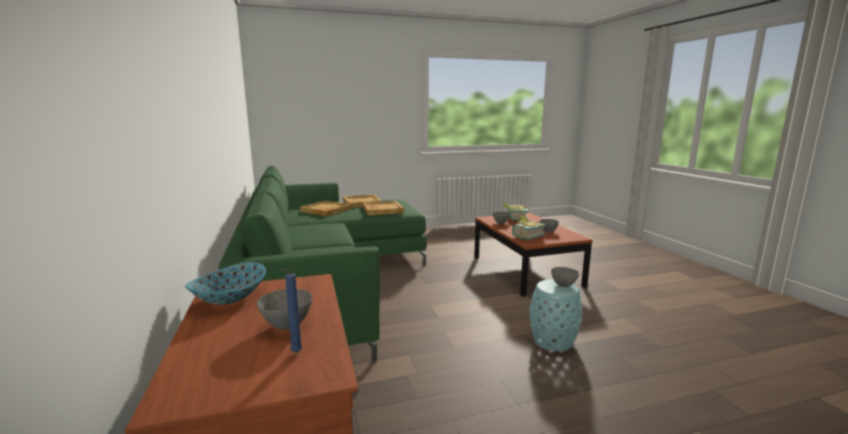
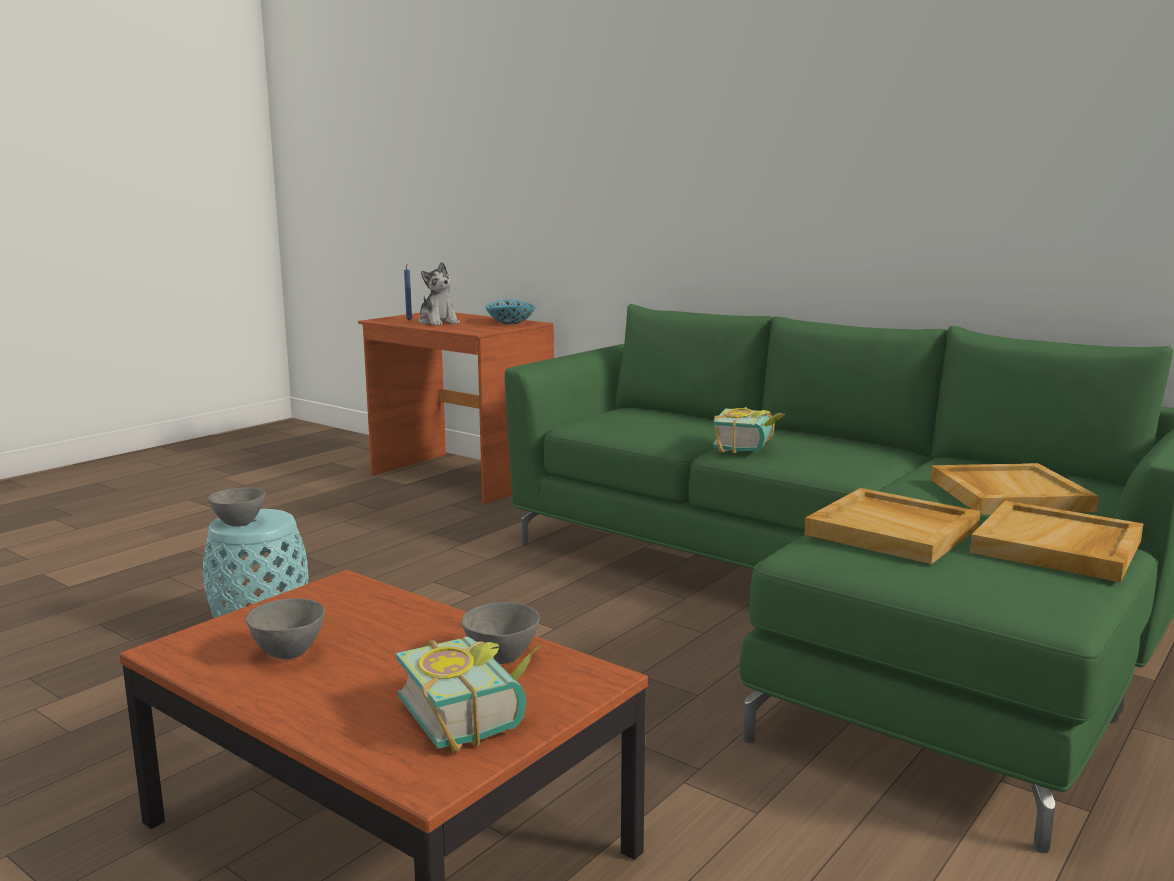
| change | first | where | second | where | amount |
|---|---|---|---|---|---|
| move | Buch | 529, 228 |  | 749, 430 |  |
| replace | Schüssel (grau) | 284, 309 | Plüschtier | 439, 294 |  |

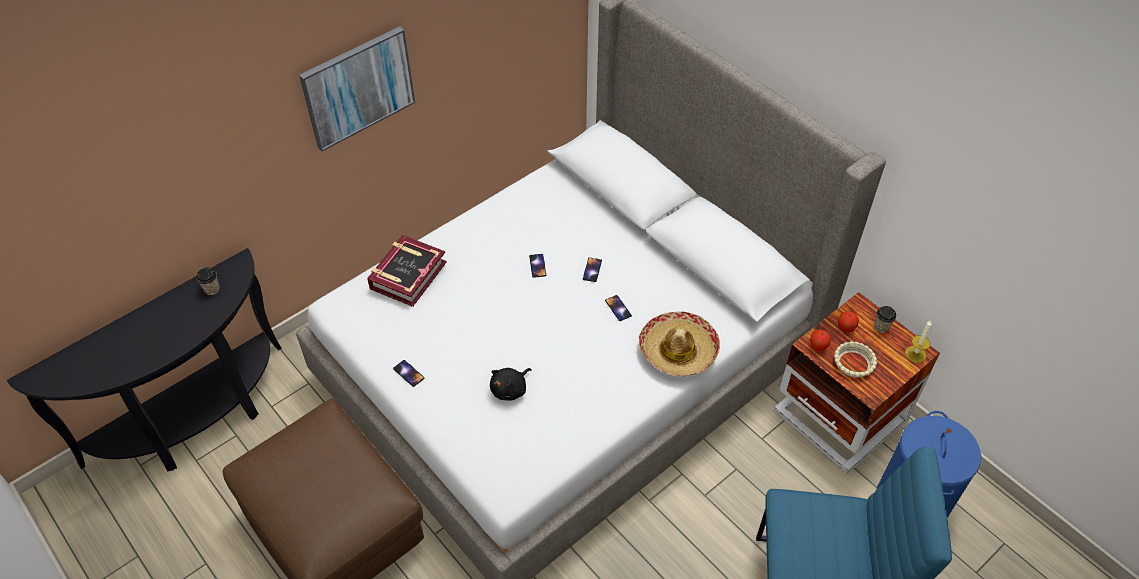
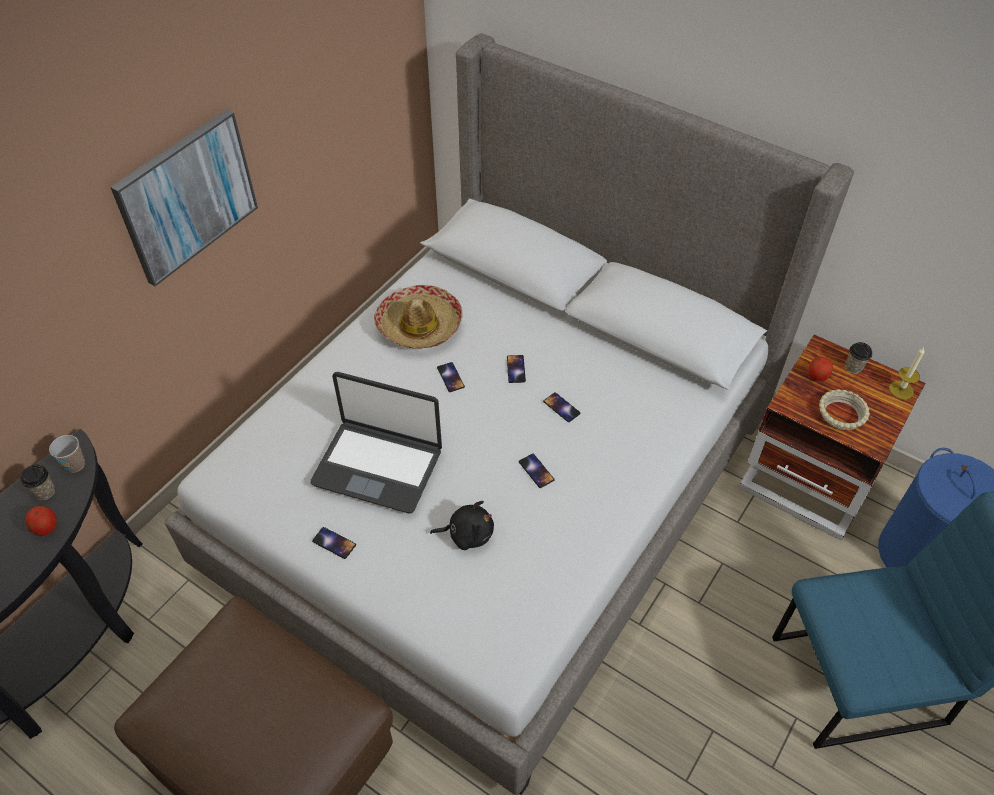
| change | first | where | second | where | amount |
|---|---|---|---|---|---|
| delete | Buch | 407, 271 |  |  |  |
| insert |  |  | Tasse | 67, 454 |  |
| insert |  |  | Laptop | 376, 442 |  |
| insert |  |  | Handy | 537, 471 |  |
| move | Hut | 679, 343 |  | 418, 317 |  |
| move | Apfel | 820, 340 |  | 41, 521 |  |
| rotate | Plüschtier (schwarz) | 511, 384 |  | 462, 525 | 120 degrees counterclockwise |

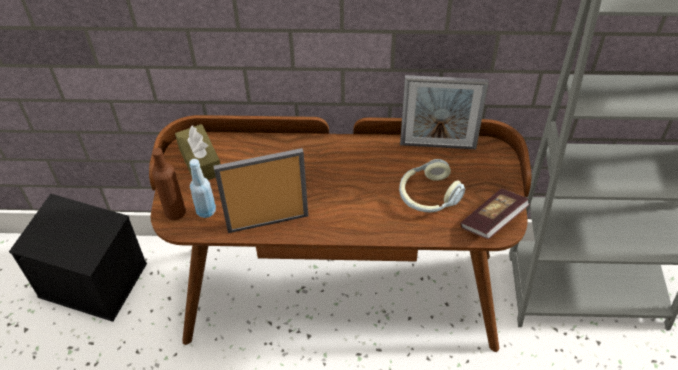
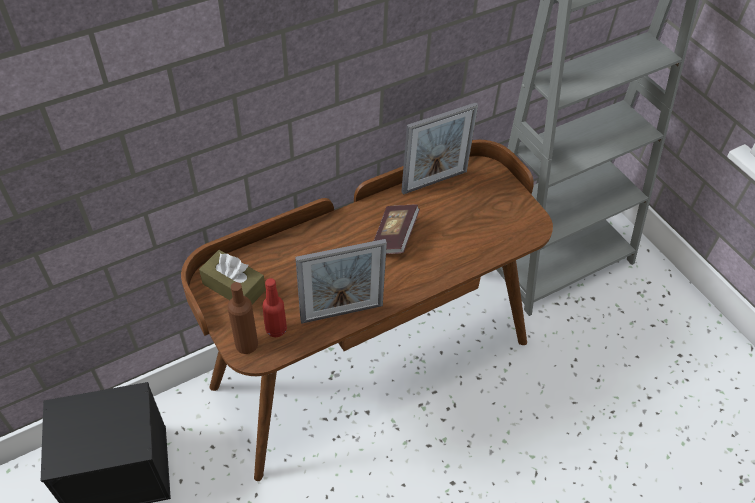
| change | first | where | second | where | amount |
|---|---|---|---|---|---|
| delete | Kopfhörer | 432, 185 |  |  |  |
| move | Buch | 495, 213 |  | 397, 229 |  |
| recolor | Flasche (blau) | 202, 188 | Flasche (rot) | 274, 307 |  |
| rotate | Bilderrahmen | 260, 190 |  | 341, 281 | 150 degrees counterclockwise |

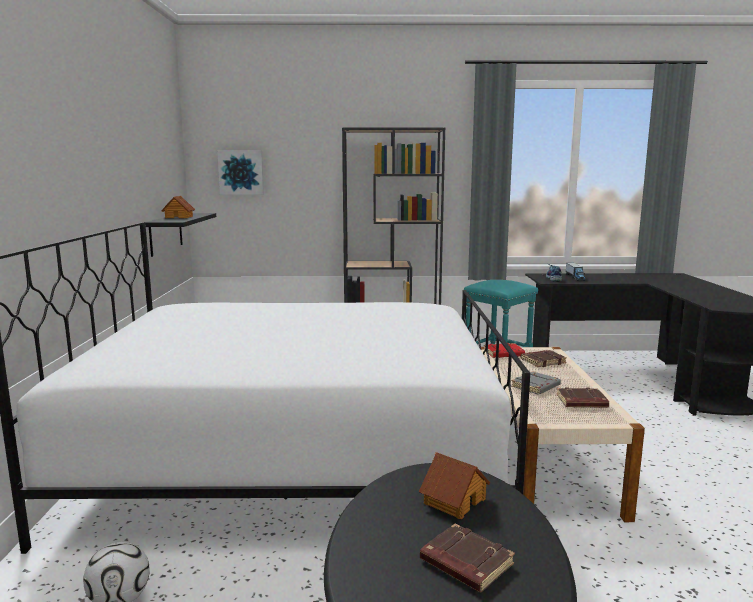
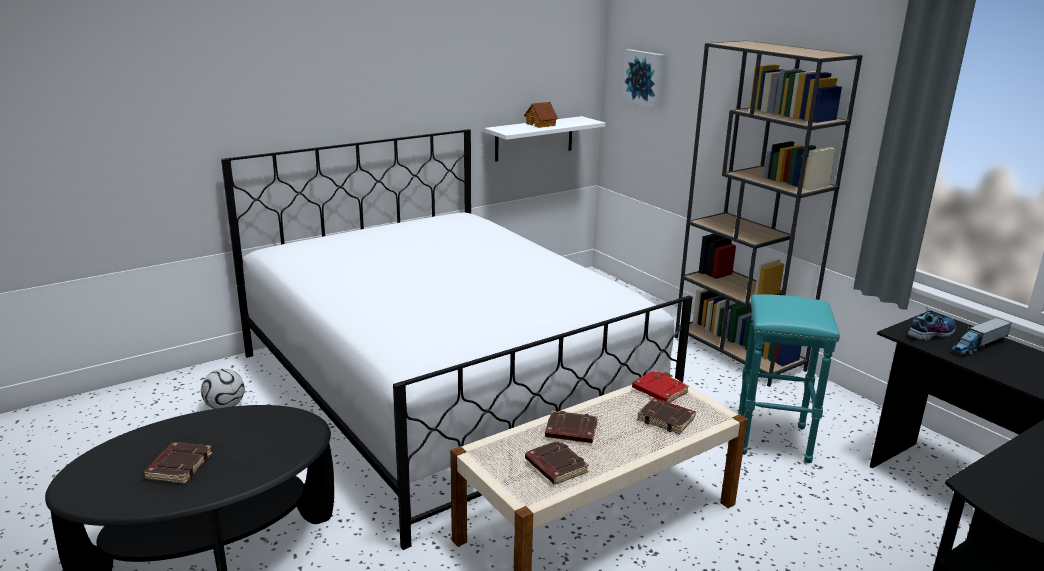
| change | first | where | second | where | amount |
|---|---|---|---|---|---|
| delete | Spielzeughaus | 454, 486 |  |  |  |
| recolor | Wandregal (schwarz) | 180, 235 | Wandregal (weiß) | 544, 138 |  |
| recolor | Buch (grau) | 536, 383 | Buch (braun) | 571, 427 |  |

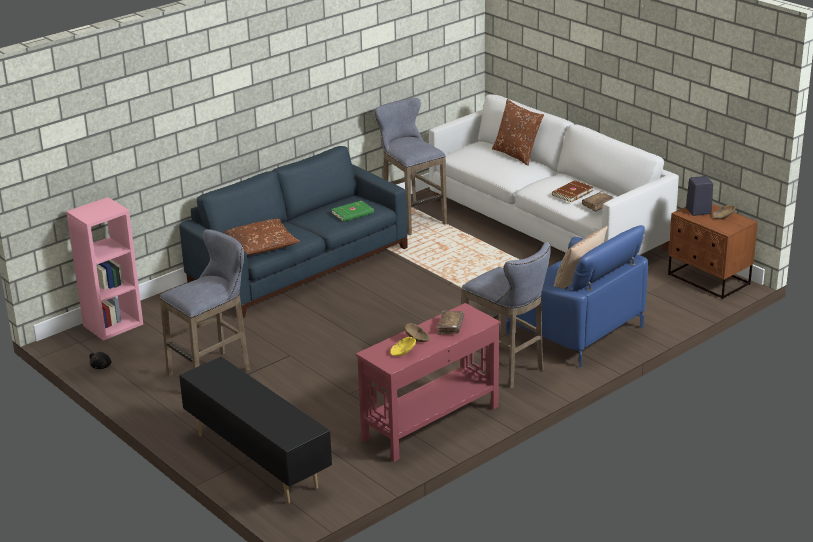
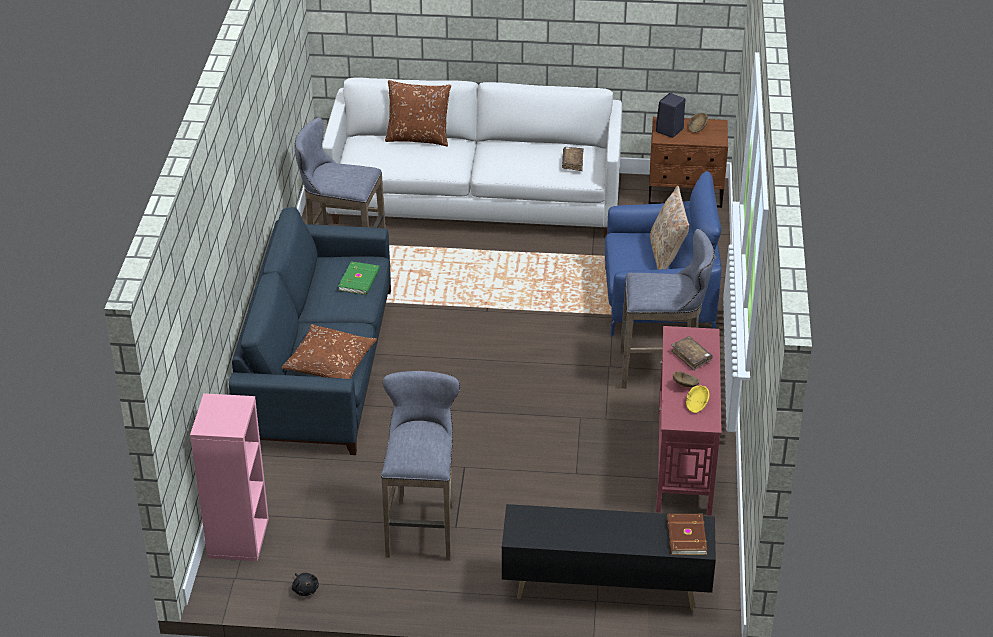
| change | first | where | second | where | amount |
|---|---|---|---|---|---|
| move | Buch (braun) | 572, 191 |  | 687, 534 |  |

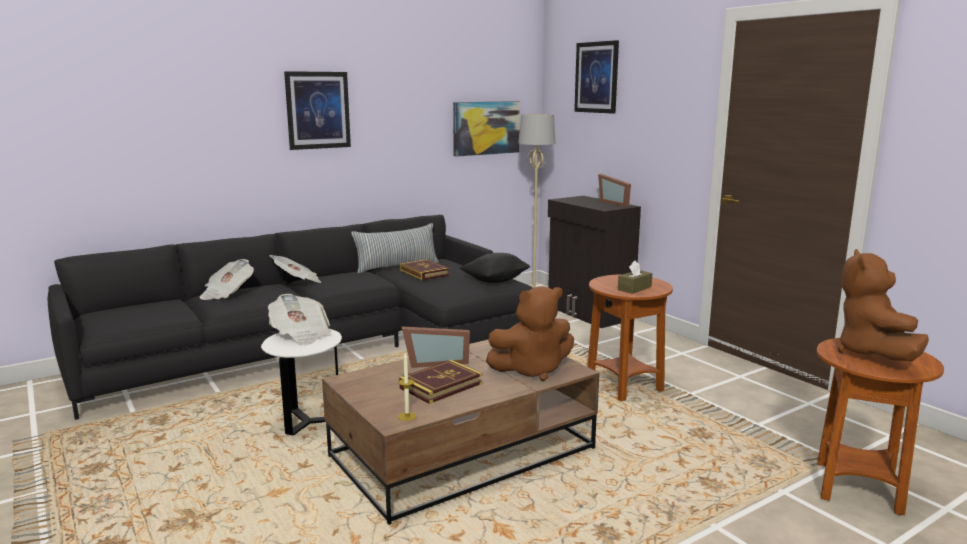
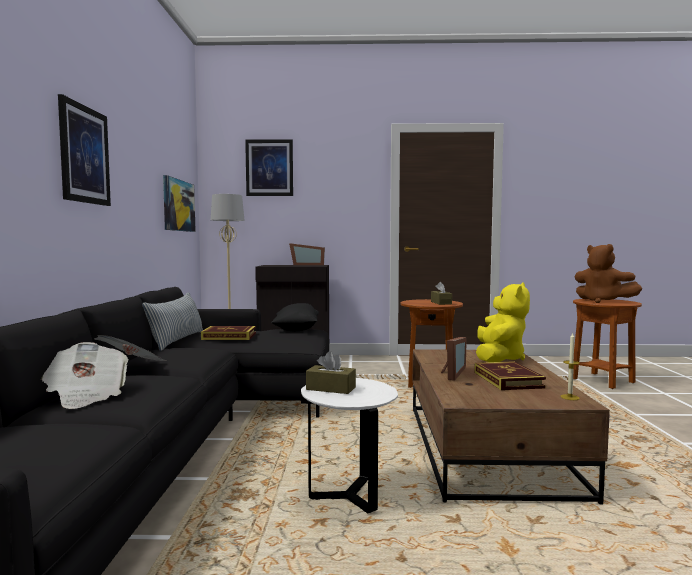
| change | first | where | second | where | amount |
|---|---|---|---|---|---|
| replace | Zeitung | 299, 320 | Taschentuchbox (braun) | 331, 372 |  |
| recolor | Plüschtier (braun) | 530, 333 | Plüschtier (gelb) | 503, 322 |  |

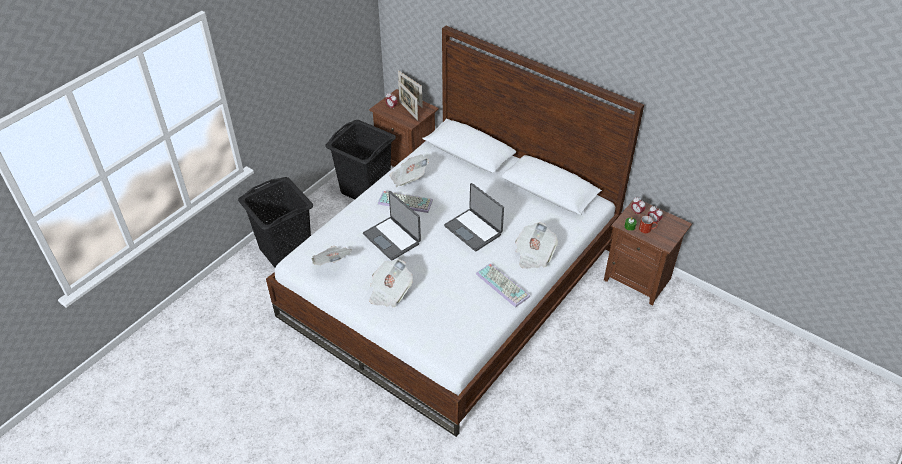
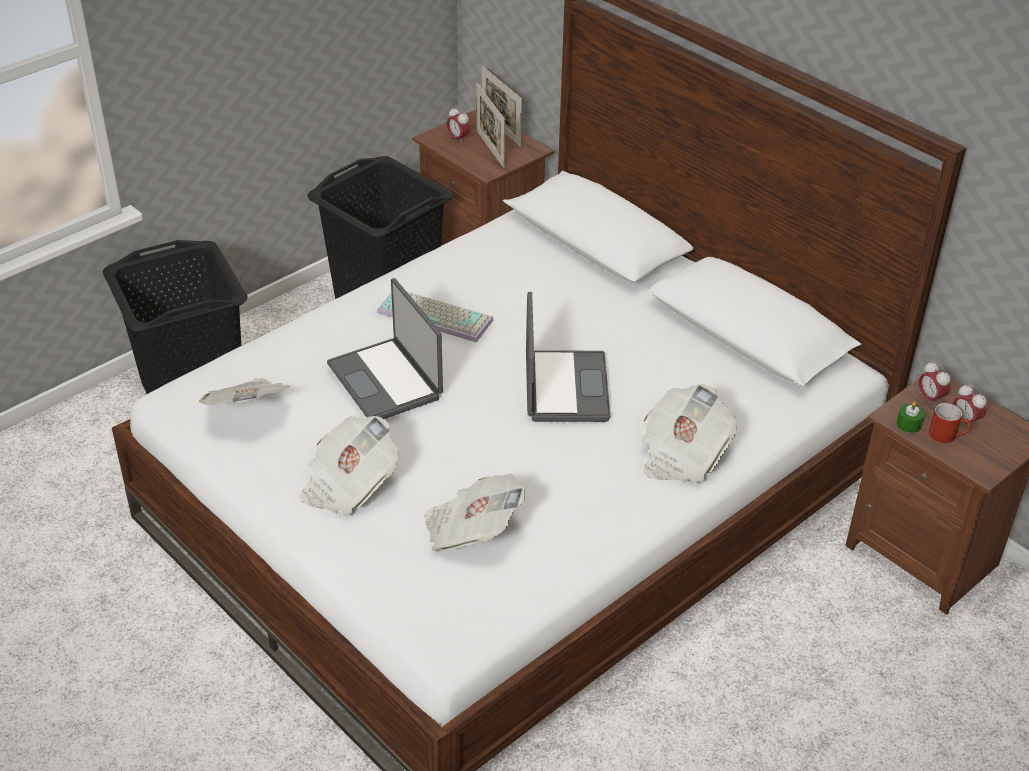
| change | first | where | second | where | amount |
|---|---|---|---|---|---|
| delete | Tastatur | 503, 285 |  |  |  |
| move | Zeitung | 409, 170 |  | 474, 512 |  |
| rotate | Laptop | 474, 217 |  | 568, 357 | 150 degrees counterclockwise |

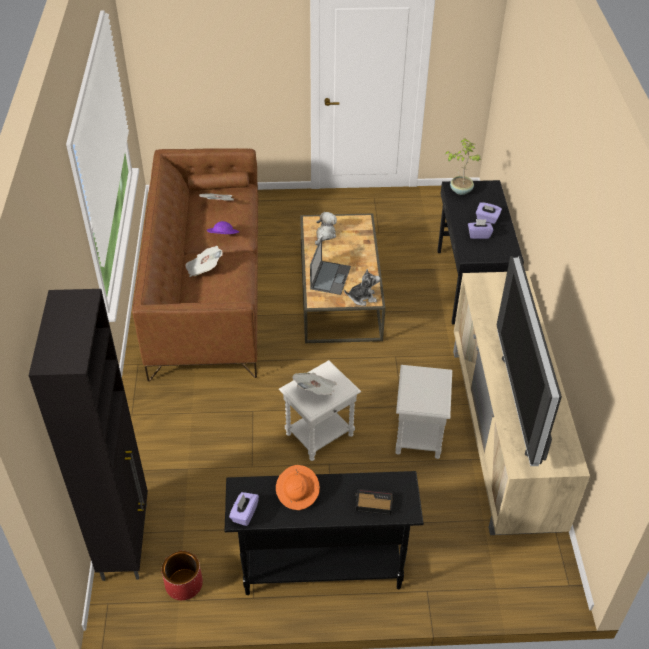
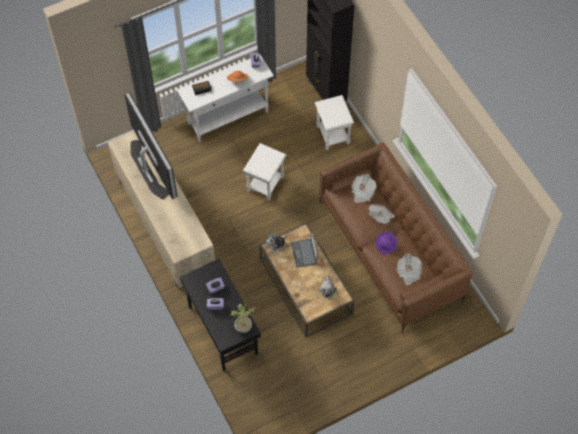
| change | first | where | second | where | amount |
|---|---|---|---|---|---|
| delete | Pflanzkübel (rot) | 182, 575 |  |  |  |
| move | Zeitung | 314, 384 |  | 364, 188 |  |
| move | Beistelltisch (weiß) | 423, 412 |  | 334, 122 |  |
| recolor | Konsolentisch (schwarz) | 324, 533 | Konsolentisch (weiß) | 225, 98 |  |

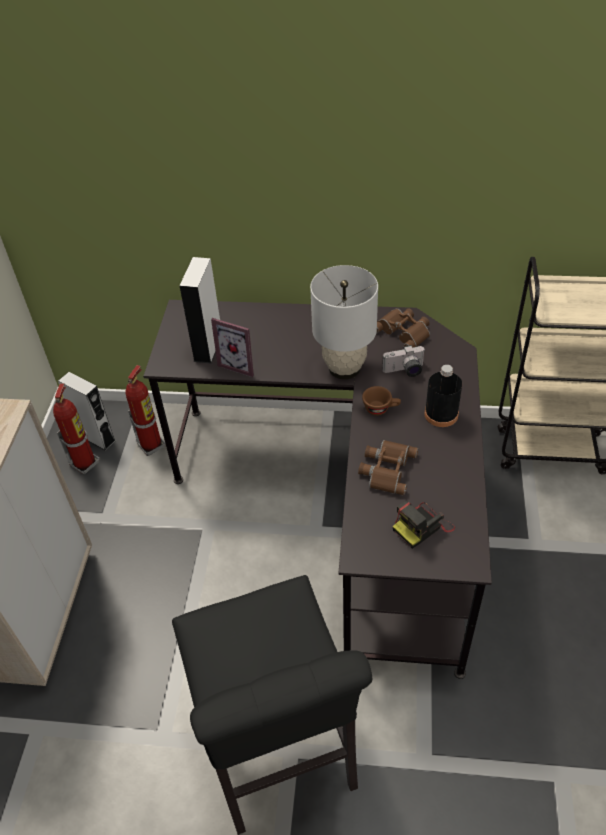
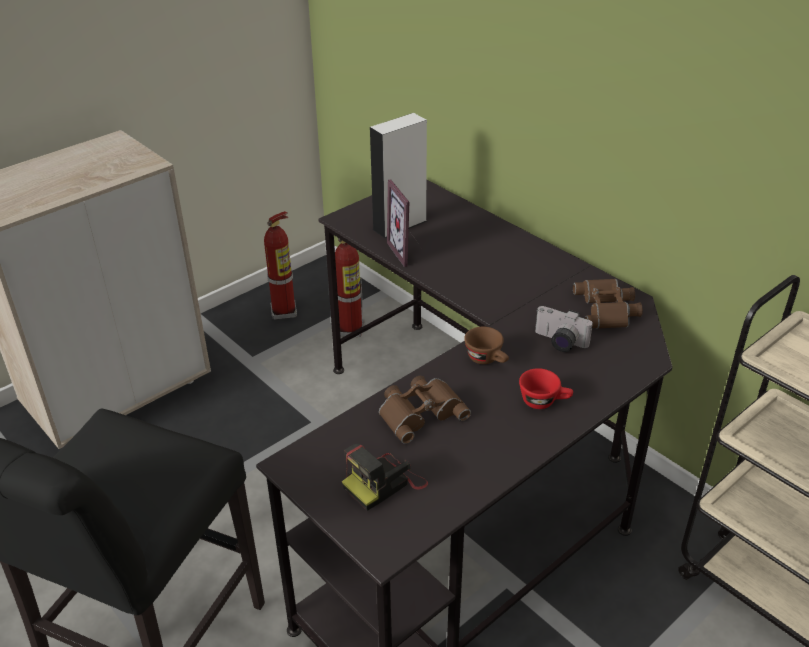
| change | first | where | second | where | amount |
|---|---|---|---|---|---|
| delete | Lautsprecher (grau) | 86, 411 |  |  |  |
| delete | Tischlampe (weiß) | 344, 322 |  |  |  |
| replace | Flasche (schwarz) | 443, 396 | Tasse (rot) | 546, 388 |  |
| rotate | Kamera | 424, 525 |  | 385, 477 | 45 degrees counterclockwise |

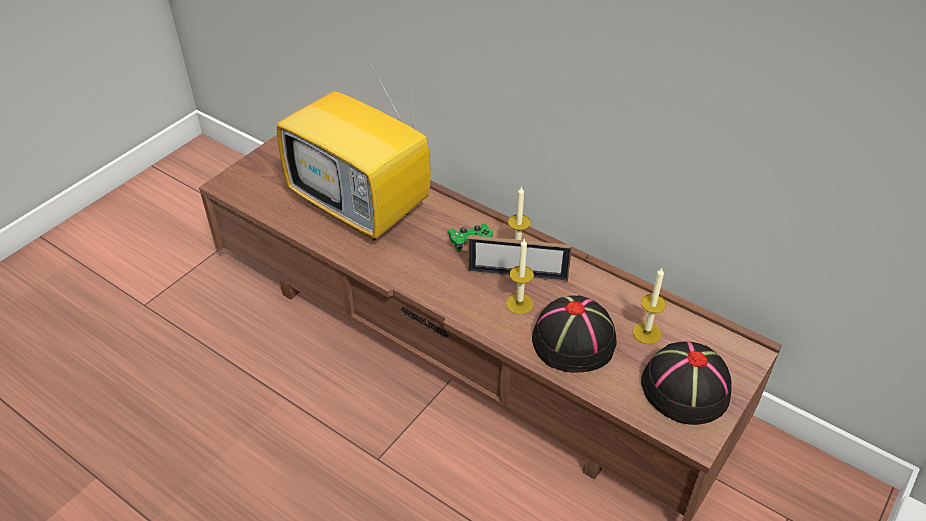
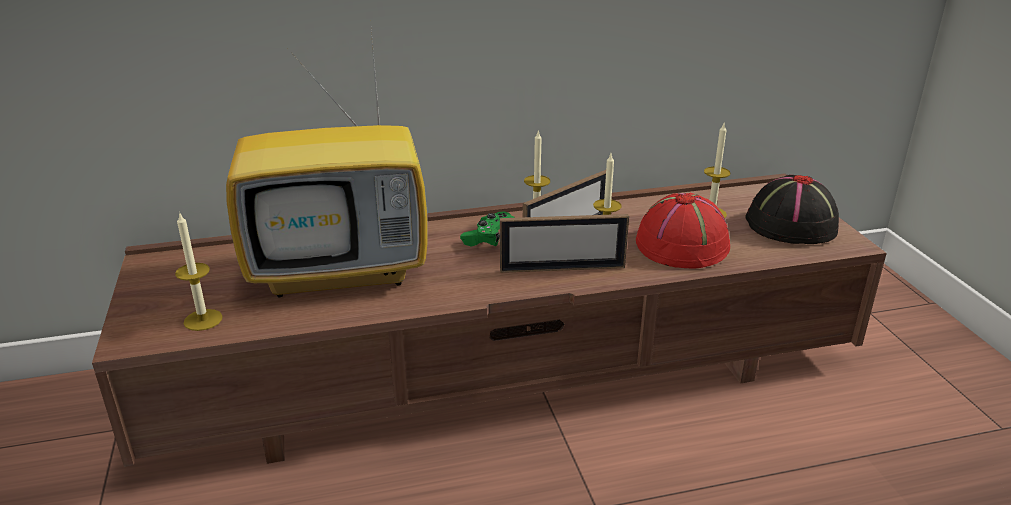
| change | first | where | second | where | amount |
|---|---|---|---|---|---|
| insert |  |  | Kerze | 198, 271 |  |
| insert |  |  | Bilderrahmen | 564, 243 |  |
| recolor | Hut (schwarz) | 574, 334 | Hut (rot) | 683, 230 |  |

